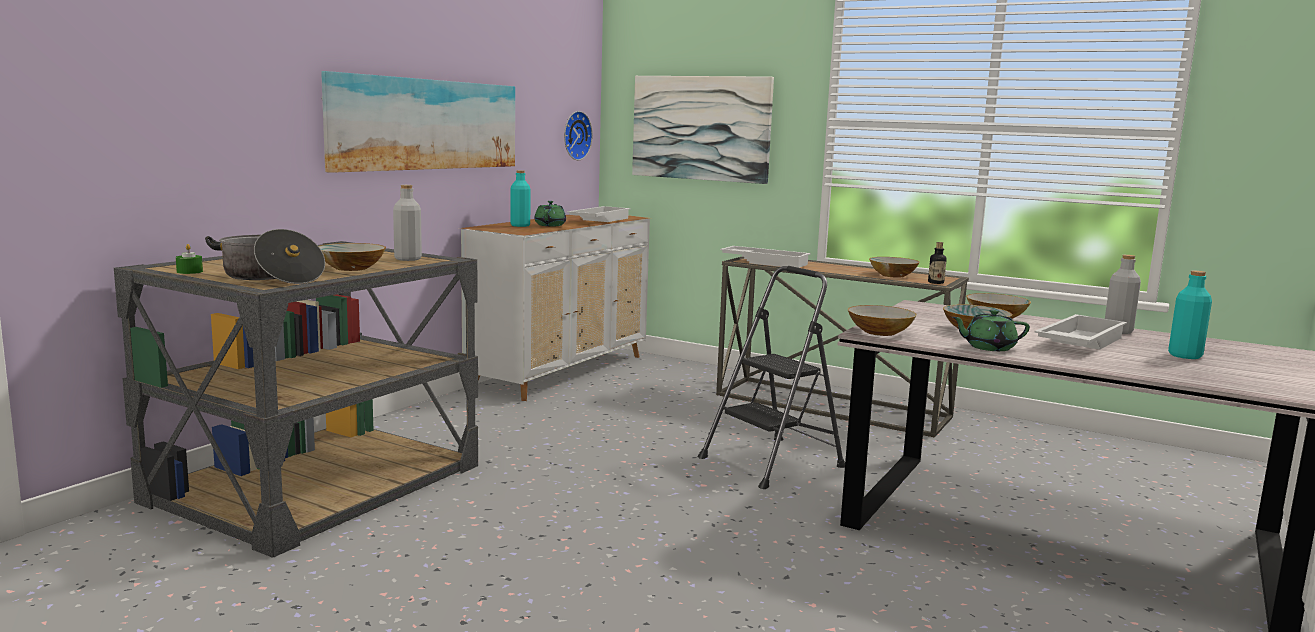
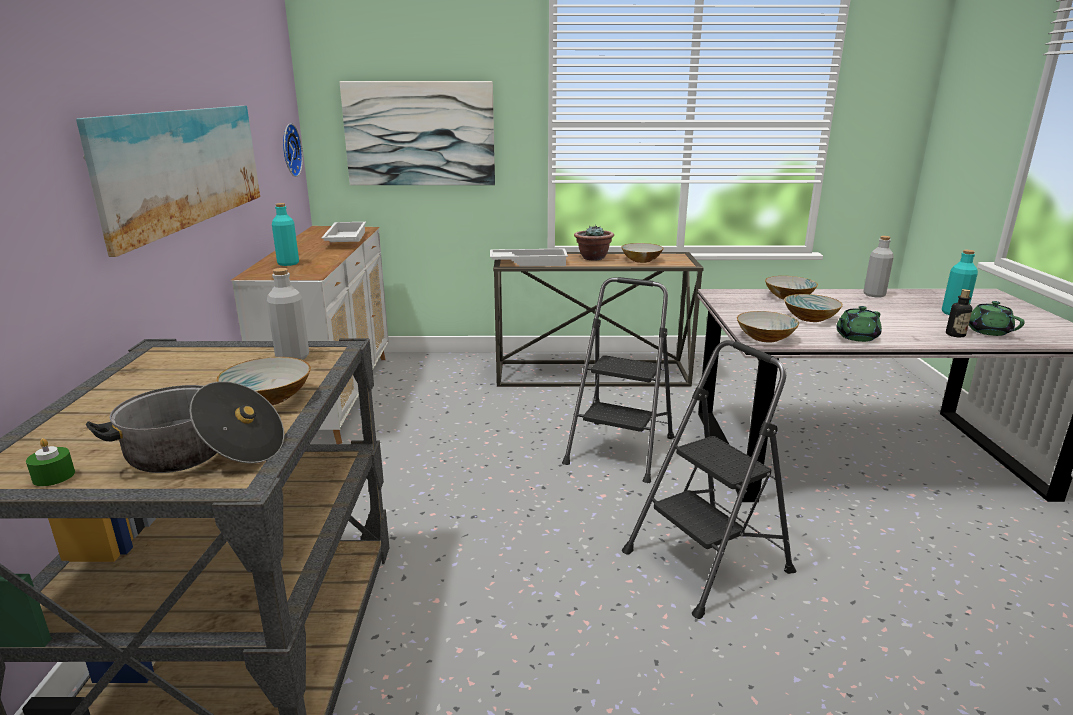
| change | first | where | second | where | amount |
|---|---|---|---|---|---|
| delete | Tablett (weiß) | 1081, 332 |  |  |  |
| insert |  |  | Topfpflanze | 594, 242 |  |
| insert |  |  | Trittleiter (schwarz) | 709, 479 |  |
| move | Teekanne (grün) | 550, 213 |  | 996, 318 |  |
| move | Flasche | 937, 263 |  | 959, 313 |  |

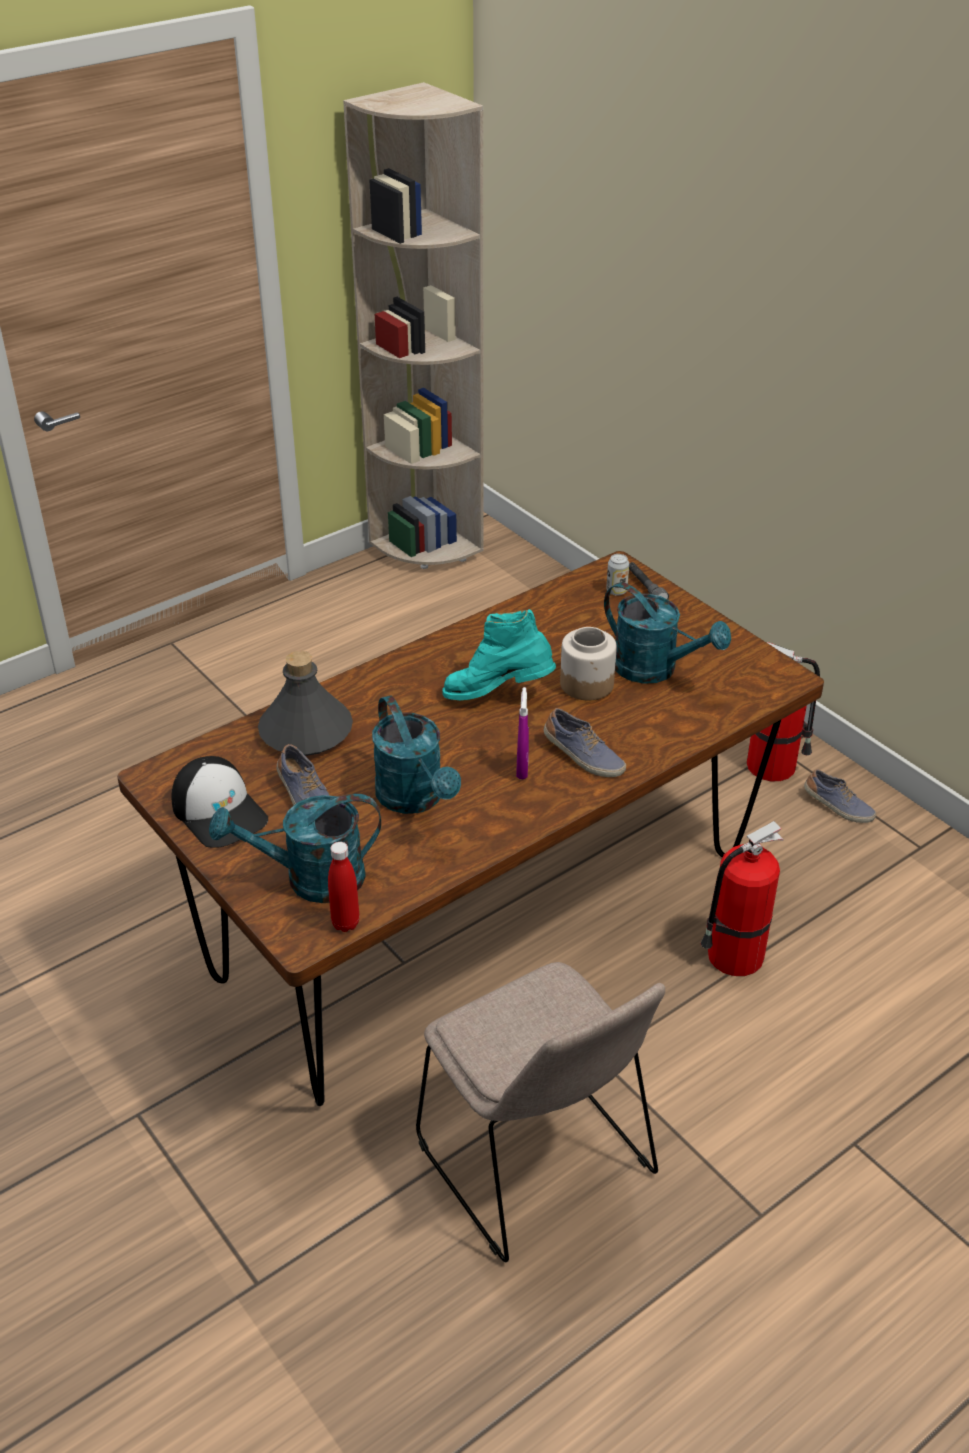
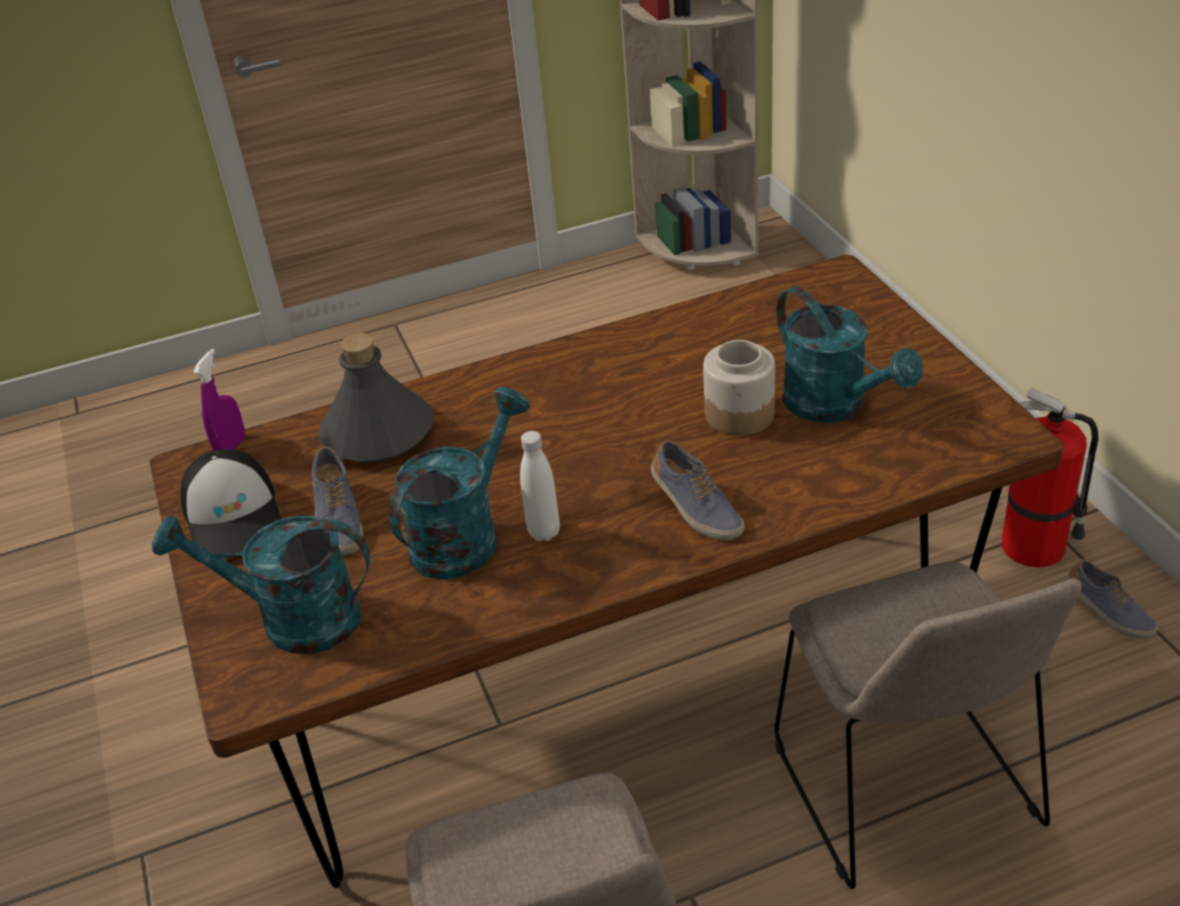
| change | first | where | second | where | amount |
|---|---|---|---|---|---|
| delete | Flasche (rot) | 344, 887 |  |  |  |
| delete | Stiefel (türkis) | 499, 654 |  |  |  |
| delete | Dose | 617, 575 |  |  |  |
| delete | Taschenlampe (grau) | 649, 580 |  |  |  |
| insert |  |  | Flasche (weiß) | 540, 486 |  |
| move | Sprühflasche (lila) | 522, 733 |  | 219, 400 |  |
| replace | Feuerlöscher | 742, 898 | Stuhl (beige) | 928, 725 |  |
| rotate | Gießkanne (türkis) | 416, 754 |  | 459, 483 | 135 degrees counterclockwise |

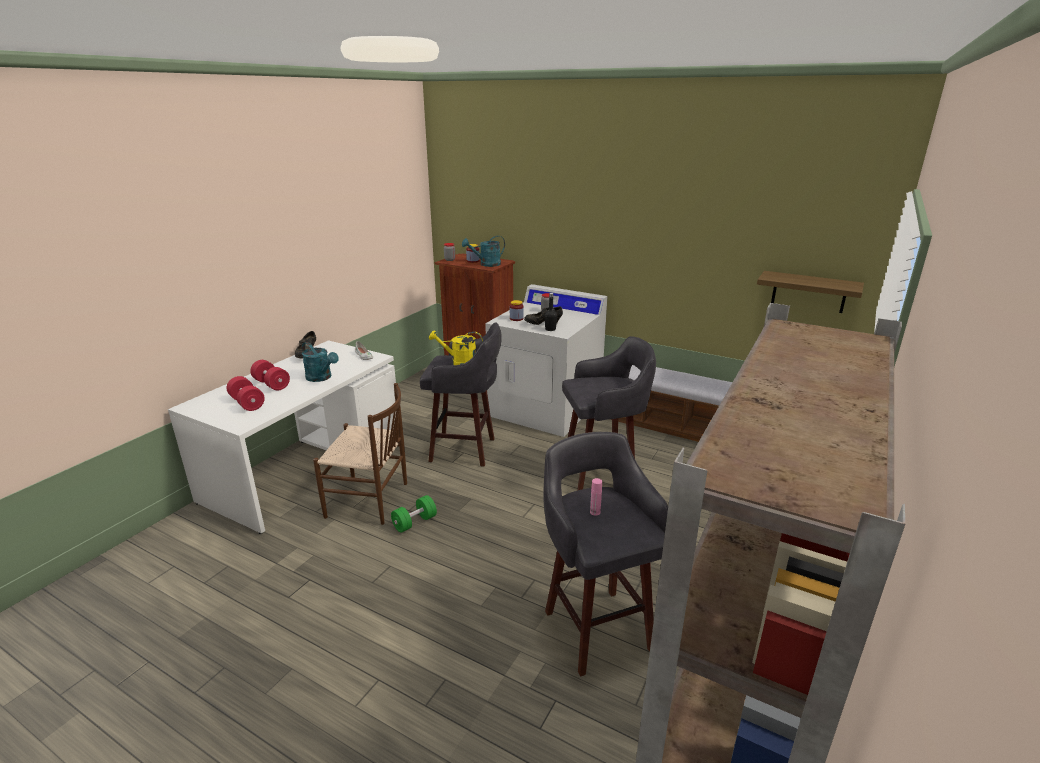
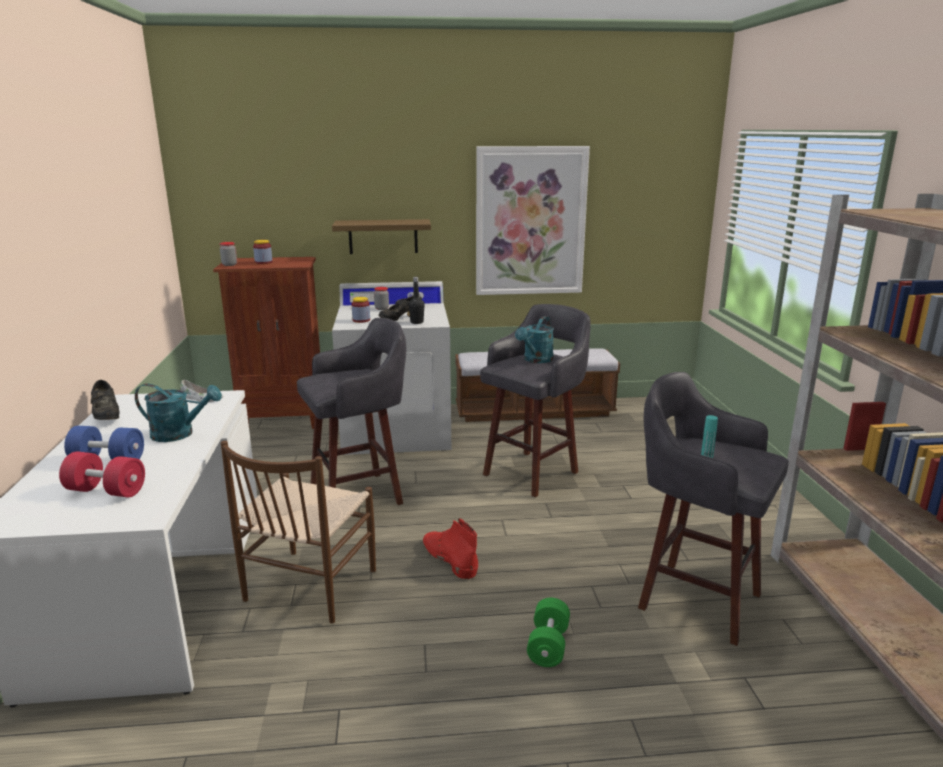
| change | first | where | second | where | amount |
|---|---|---|---|---|---|
| delete | Gießkanne (gelb) | 456, 347 |  |  |  |
| insert |  |  | Stiefel (rot) | 450, 549 |  |
| insert |  |  | Bild | 533, 220 |  |
| move | Hantel (grün) | 414, 514 |  | 548, 632 |  |
| move | Gießkanne (türkis) | 483, 251 |  | 534, 339 |  |
| move | Wandregal | 810, 292 |  | 381, 236 |  |
| recolor | Hantel (rot) | 270, 375 | Hantel (blau) | 104, 443 |  |
| recolor | Flasche (rosa) | 596, 497 | Flasche (türkis) | 709, 436 |  |
| rotate | Stuhl (braun) | 360, 454 |  | 298, 532 | 135 degrees clockwise |

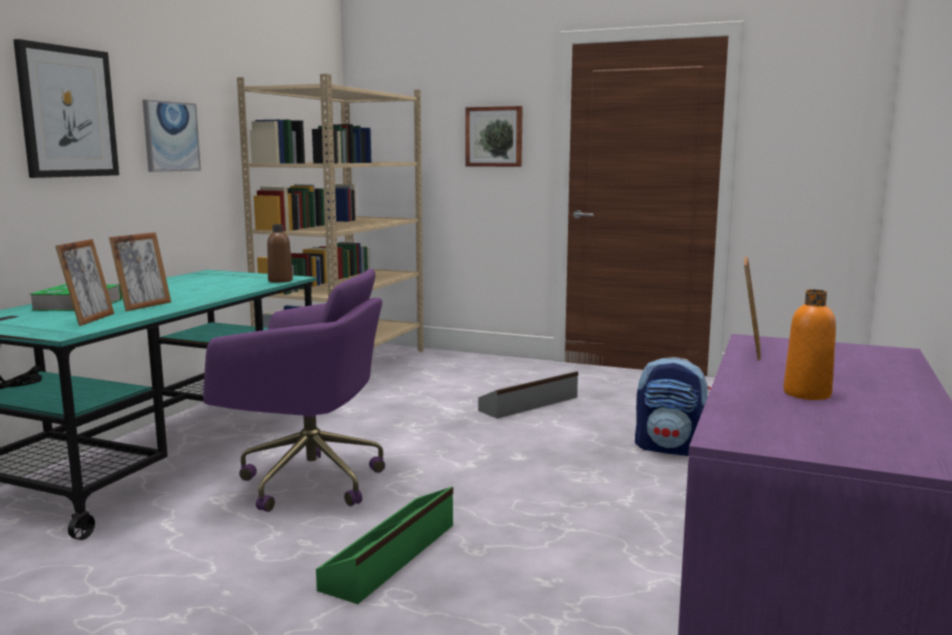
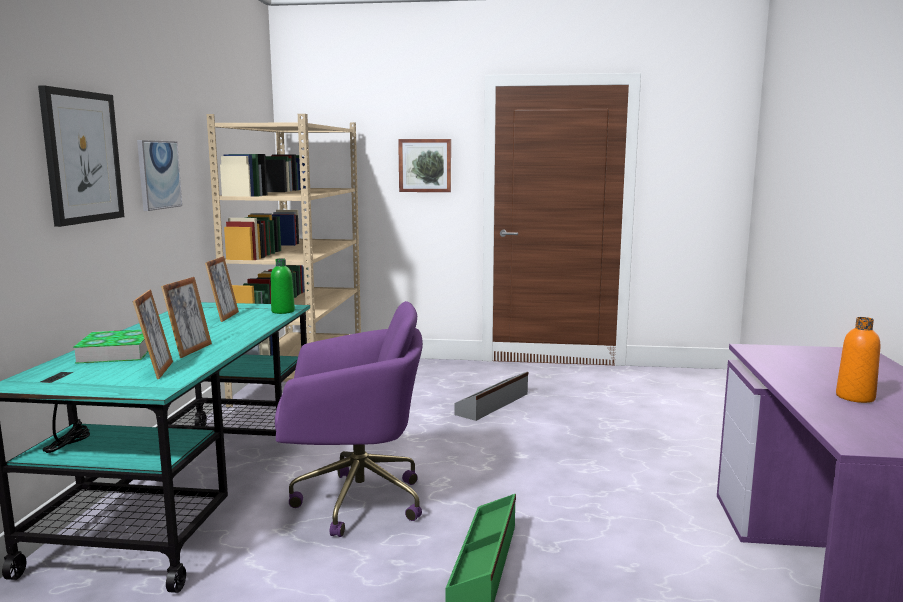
| change | first | where | second | where | amount |
|---|---|---|---|---|---|
| delete | Rucksack | 673, 406 |  |  |  |
| move | Bilderrahmen | 752, 308 |  | 222, 289 |  |
| recolor | Flasche (braun) | 280, 253 | Flasche (grün) | 283, 286 |  |

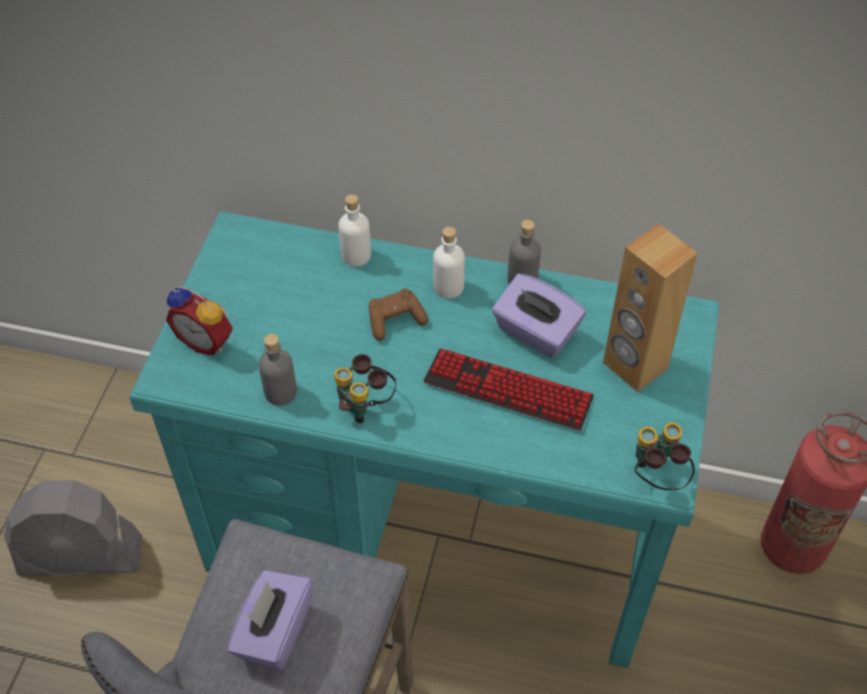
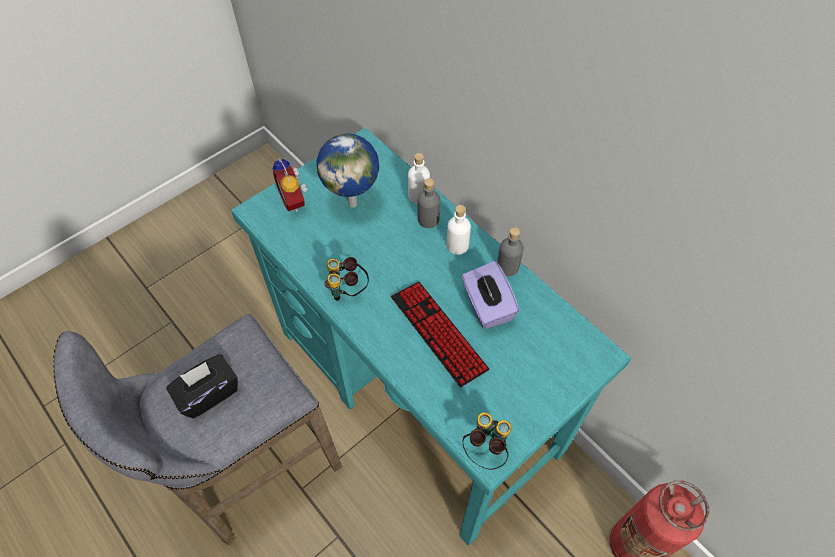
| change | first | where | second | where | amount |
|---|---|---|---|---|---|
| delete | Ventilator (grau) | 73, 528 |  |  |  |
| delete | Gamepad (braun) | 398, 315 |  |  |  |
| delete | Lautsprecher (braun) | 650, 308 |  |  |  |
| insert |  |  | Globus | 347, 170 |  |
| move | Flasche (grau) | 278, 369 |  | 429, 203 |  |
| recolor | Taschentuchbox (lila) | 270, 620 | Taschentuchbox (schwarz) | 202, 386 |  |

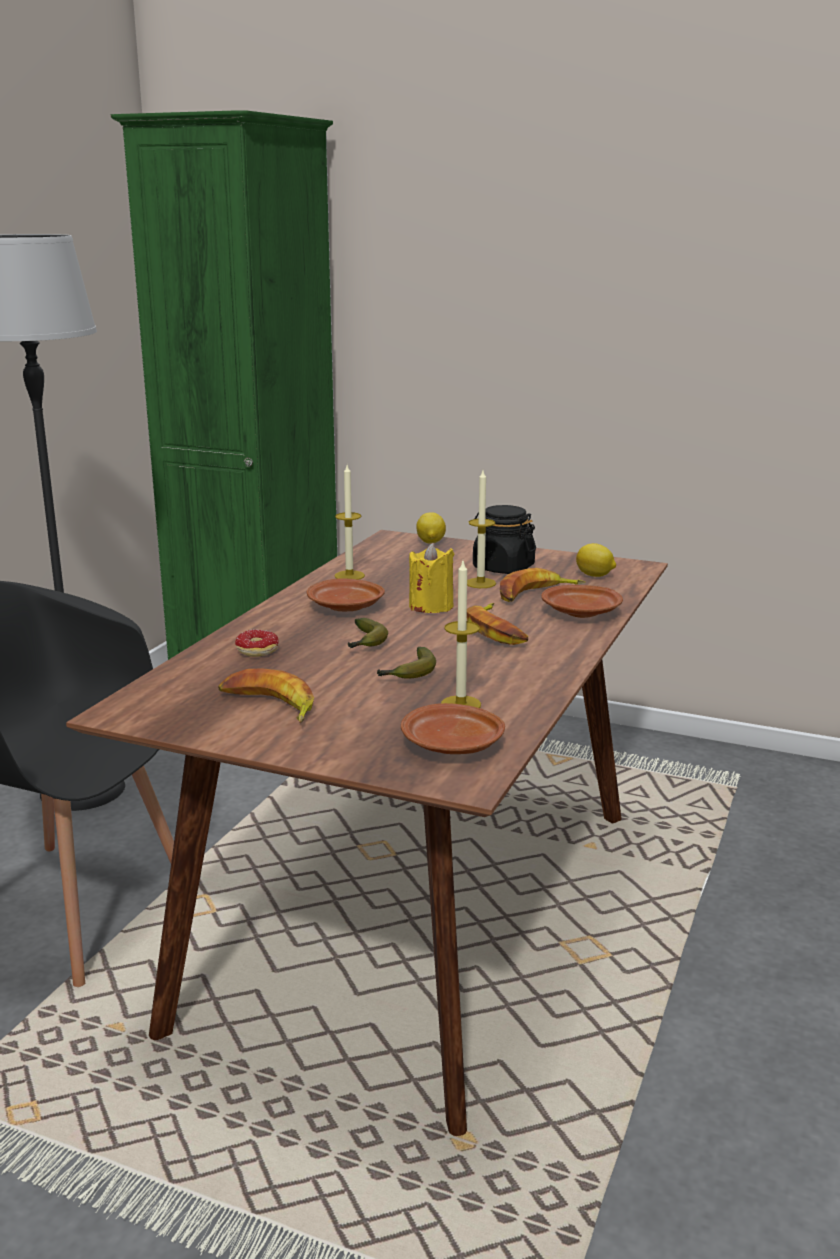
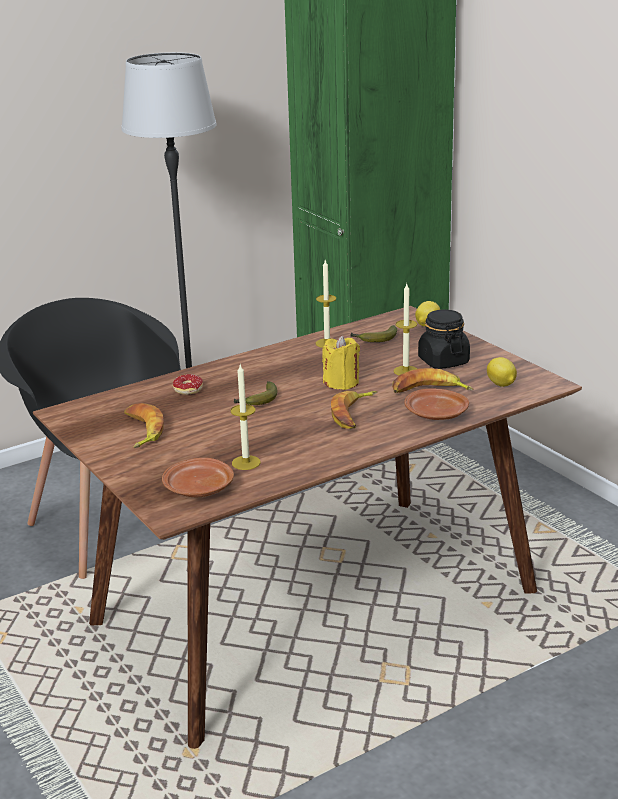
| change | first | where | second | where | amount |
|---|---|---|---|---|---|
| delete | Teller (braun) | 346, 594 |  |  |  |
| move | Banane | 406, 663 |  | 373, 333 |  |

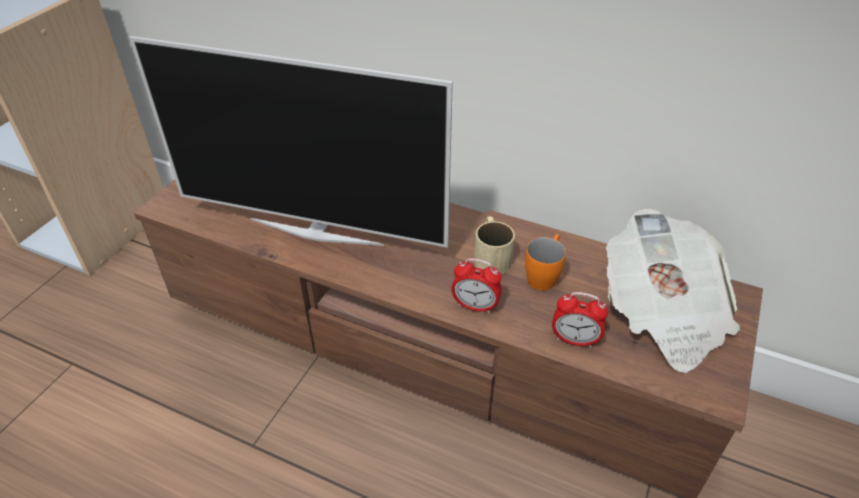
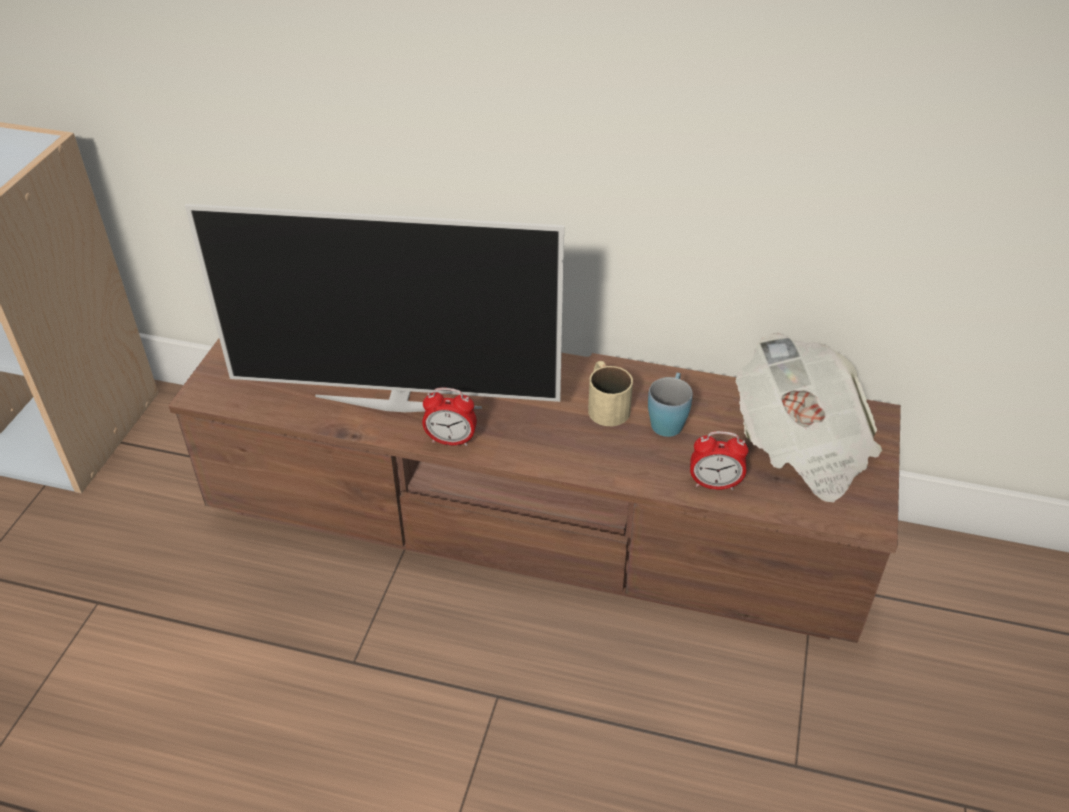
| change | first | where | second | where | amount |
|---|---|---|---|---|---|
| move | Wecker | 476, 286 |  | 449, 417 |  |
| recolor | Henkelbecher (orange) | 545, 262 | Henkelbecher (blau) | 670, 405 |  |

